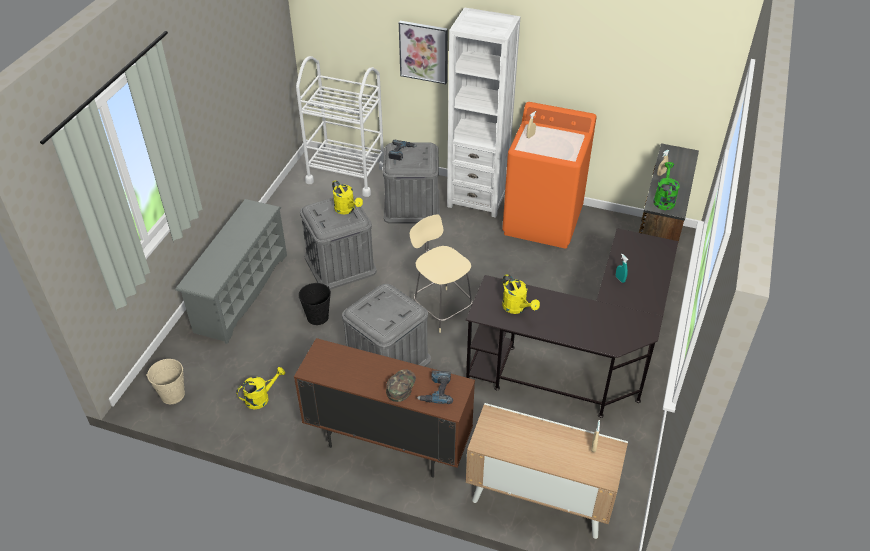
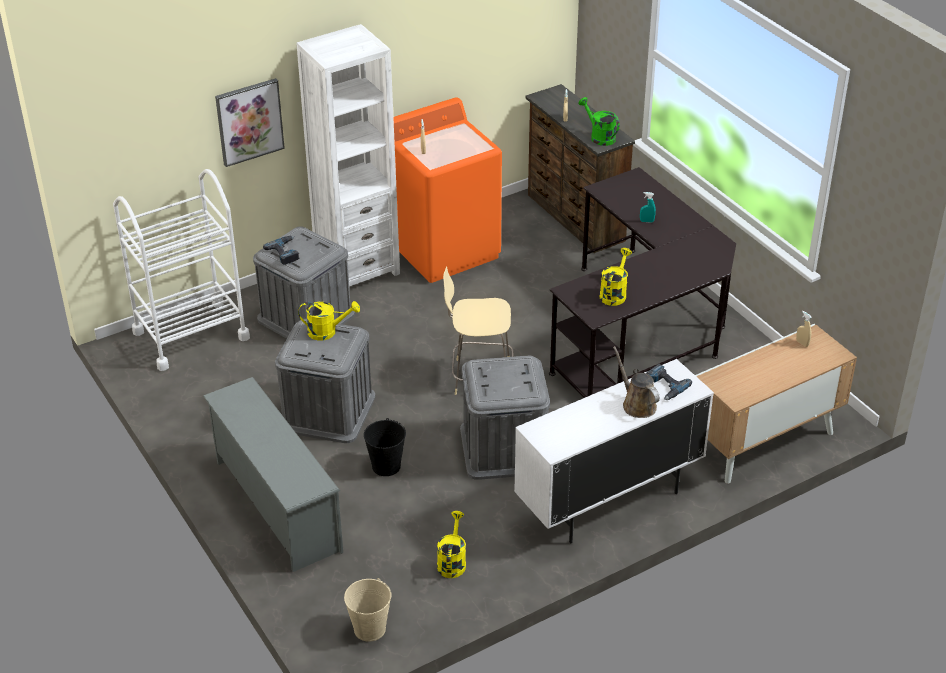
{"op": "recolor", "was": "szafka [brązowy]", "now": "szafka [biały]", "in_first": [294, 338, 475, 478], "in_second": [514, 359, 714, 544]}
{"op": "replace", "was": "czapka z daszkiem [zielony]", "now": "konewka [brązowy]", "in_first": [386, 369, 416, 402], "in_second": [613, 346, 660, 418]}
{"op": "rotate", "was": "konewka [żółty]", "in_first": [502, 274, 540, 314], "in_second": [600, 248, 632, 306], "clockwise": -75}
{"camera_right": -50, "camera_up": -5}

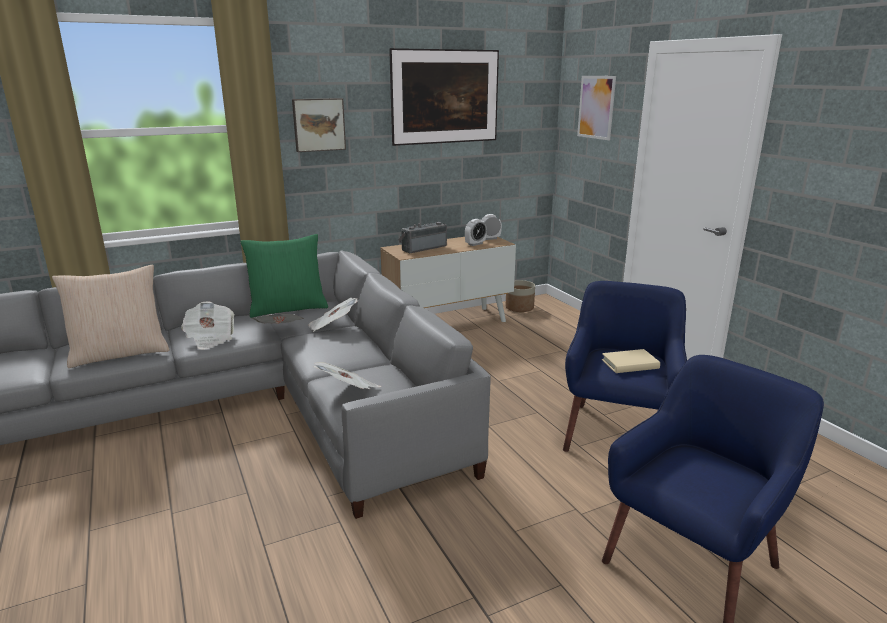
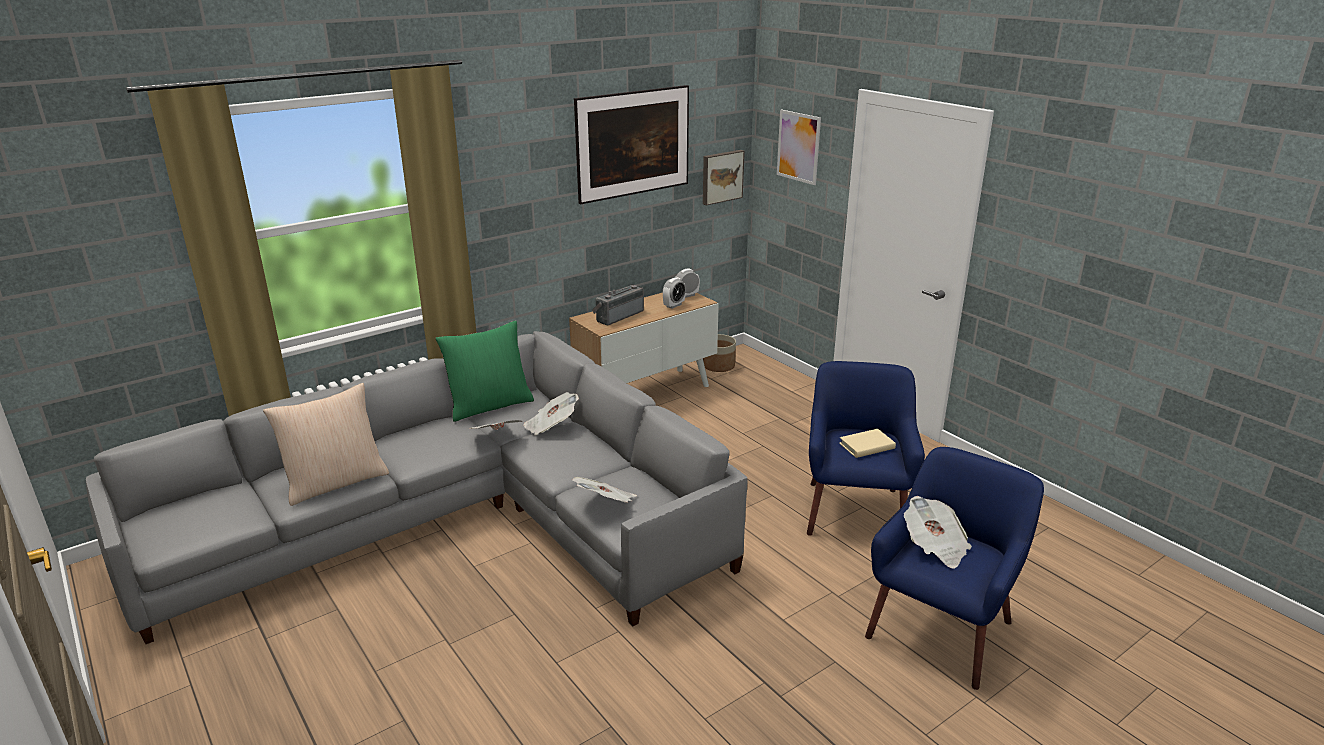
{"op": "move", "was": "gazeta", "in_first": [181, 301, 234, 350], "in_second": [904, 496, 972, 569]}
{"op": "move", "was": "obraz", "in_first": [292, 98, 346, 152], "in_second": [703, 150, 745, 205]}
{"camera_right": -10, "camera_up": 5}

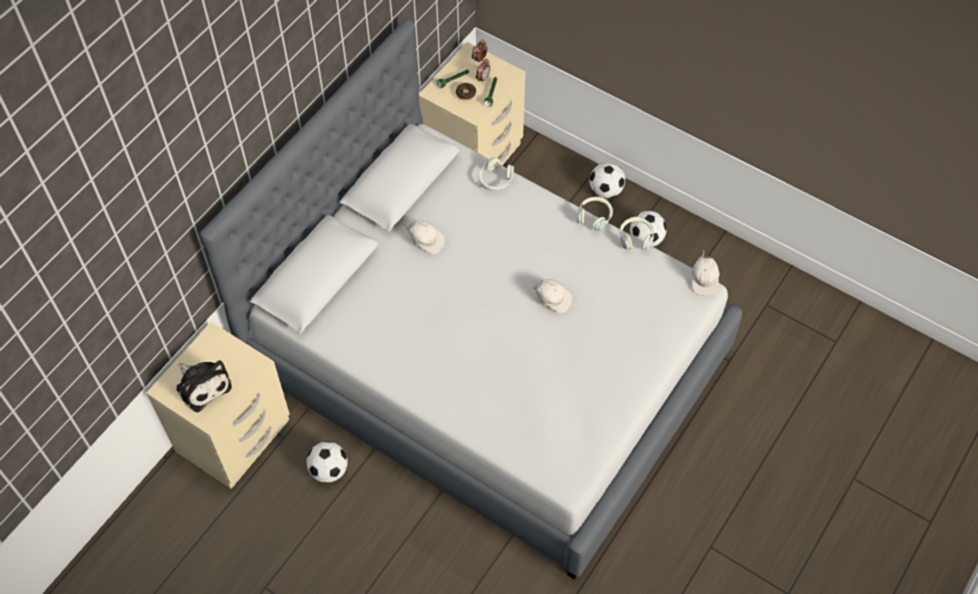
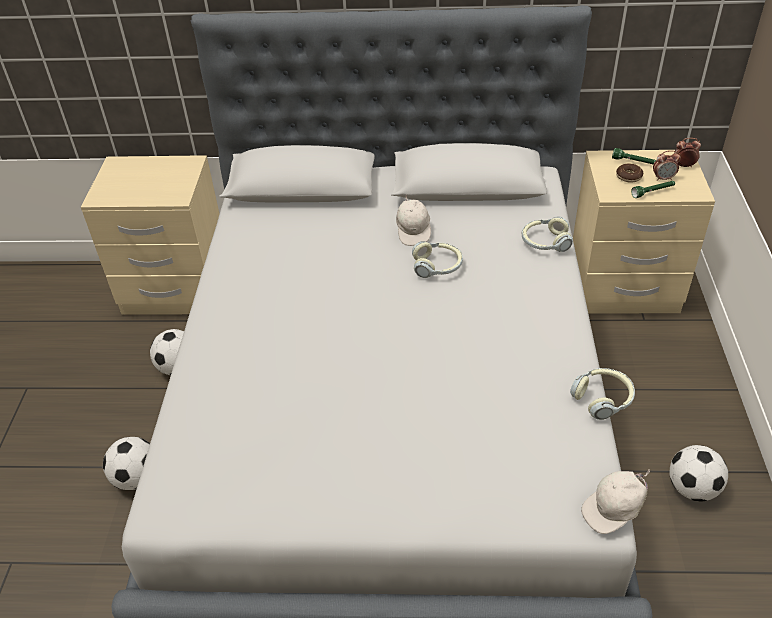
{"op": "delete", "was": "pluszak", "in_first": [176, 360, 232, 412]}
{"op": "delete", "was": "czapka z daszkiem [biały]", "in_first": [529, 279, 572, 313]}
{"op": "move", "was": "słuchawki", "in_first": [577, 197, 613, 231], "in_second": [412, 241, 463, 278]}
{"op": "move", "was": "piłka futbolowa", "in_first": [590, 162, 625, 198], "in_second": [103, 437, 150, 490]}
{"camera_right": 60, "camera_up": -15}

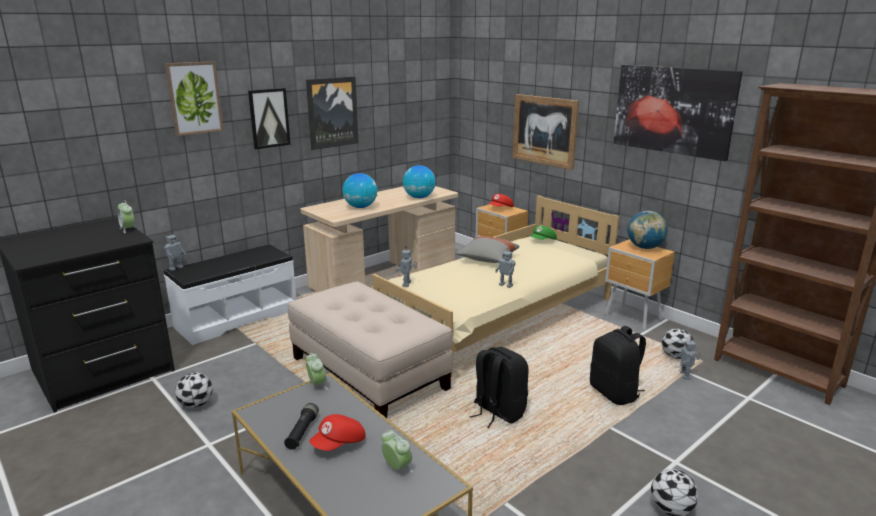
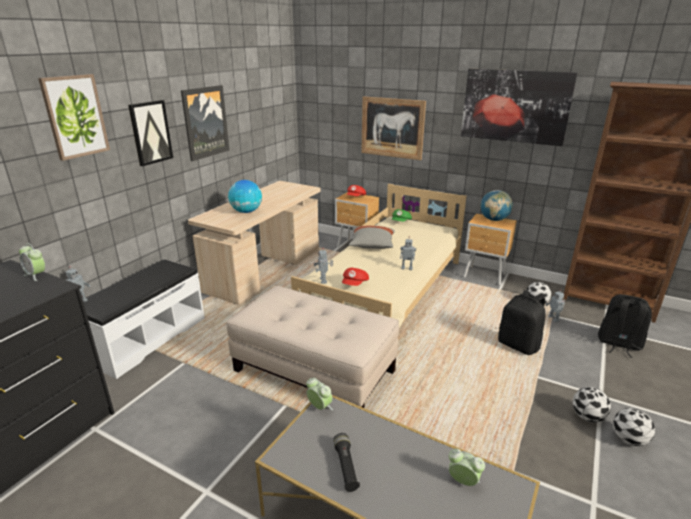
{"op": "move", "was": "piłka futbolowa", "in_first": [175, 372, 213, 408], "in_second": [573, 387, 611, 422]}
{"op": "move", "was": "czapka z daszkiem [czerwony]", "in_first": [310, 414, 366, 451], "in_second": [342, 268, 369, 286]}
{"op": "delete", "was": "globus", "in_first": [403, 165, 435, 198]}
{"op": "move", "was": "plecak [czarny]", "in_first": [469, 347, 528, 428], "in_second": [598, 294, 652, 358]}
{"camera_right": -20, "camera_up": 5}

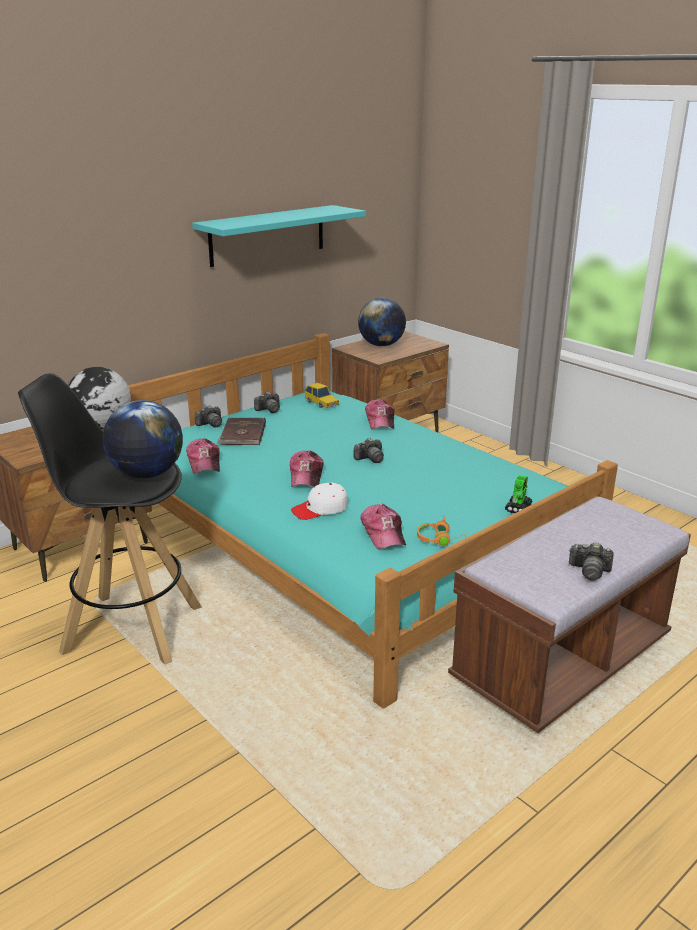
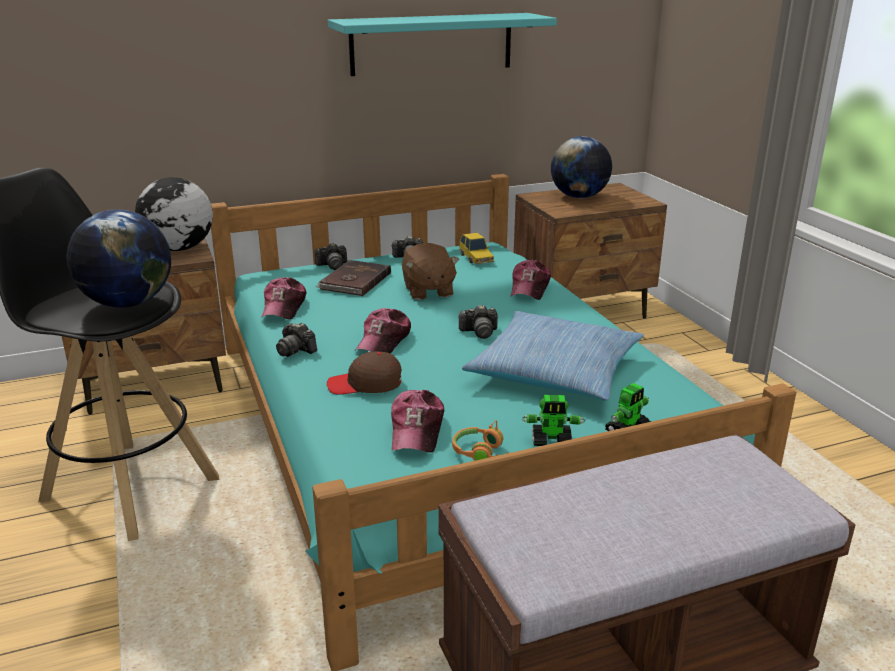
{"op": "recolor", "was": "czapka z daszkiem [biały]", "now": "czapka z daszkiem [brązowy]", "in_first": [291, 483, 347, 520], "in_second": [327, 352, 402, 394]}
{"op": "move", "was": "aparat fotograficzny", "in_first": [569, 542, 614, 581], "in_second": [276, 323, 317, 357]}
{"op": "insert", "now": "pluszak [brązowy]", "in_second": [402, 243, 459, 300]}
{"op": "insert", "now": "poduszka", "in_second": [462, 311, 644, 401]}
{"op": "insert", "now": "robot zabawkowy", "in_second": [522, 395, 585, 446]}
{"camera_right": 20, "camera_up": 0}

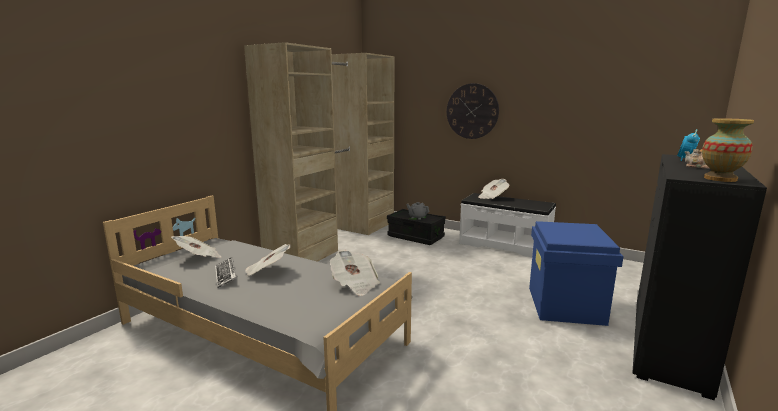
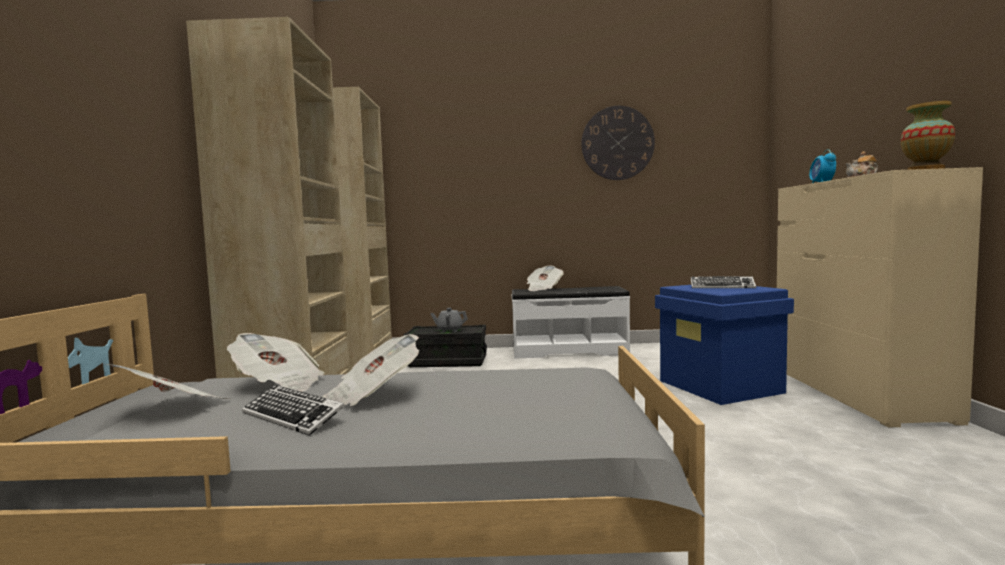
{"op": "move", "was": "gazeta", "in_first": [330, 250, 380, 296], "in_second": [227, 333, 324, 392]}
{"op": "move", "was": "zegar ścienny", "in_first": [447, 83, 499, 139], "in_second": [581, 106, 655, 180]}
{"op": "recolor", "was": "komoda [czarny]", "now": "komoda [beżowy]", "in_first": [632, 154, 767, 400], "in_second": [777, 167, 983, 427]}
{"op": "insert", "now": "klawiatura", "in_second": [690, 276, 756, 288]}
{"camera_right": -30, "camera_up": -10}

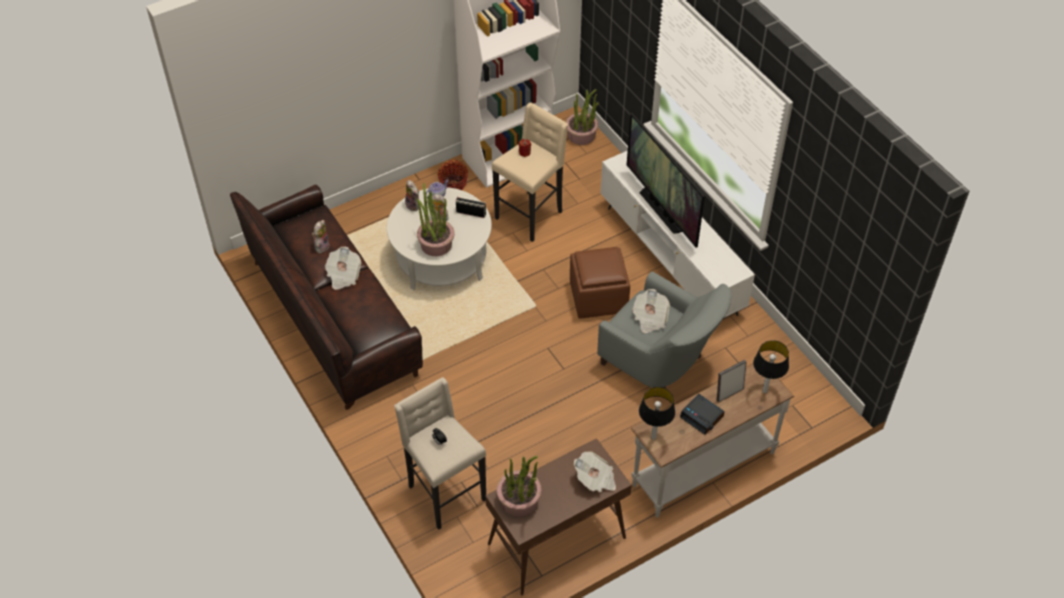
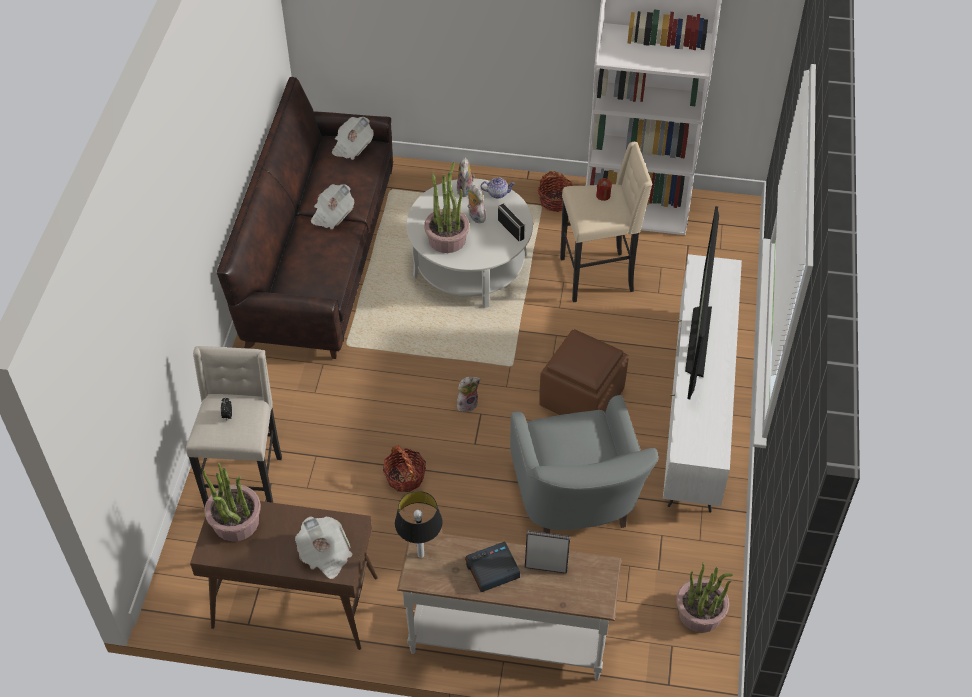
{"op": "move", "was": "pluszak", "in_first": [312, 220, 330, 253], "in_second": [457, 377, 480, 414]}
{"op": "move", "was": "roślina doniczkowa", "in_first": [566, 89, 599, 145], "in_second": [676, 562, 733, 633]}
{"op": "move", "was": "gazeta", "in_first": [632, 289, 670, 333], "in_second": [332, 117, 374, 160]}
{"op": "rotate", "was": "budzik", "in_first": [680, 394, 725, 435], "in_second": [465, 541, 520, 592], "clockwise": 75}
{"op": "delete", "was": "lampa stołowa", "in_first": [753, 340, 789, 394]}
{"op": "insert", "now": "koszyk", "in_second": [383, 445, 426, 492]}
{"camera_right": 40, "camera_up": 0}

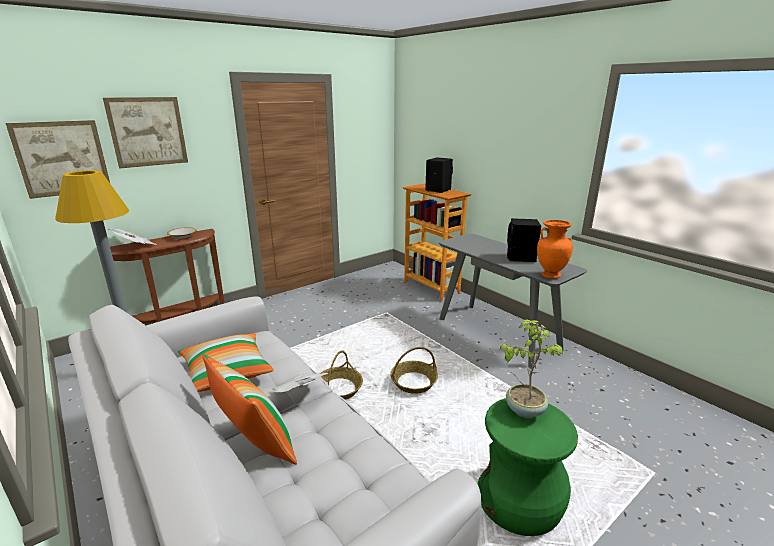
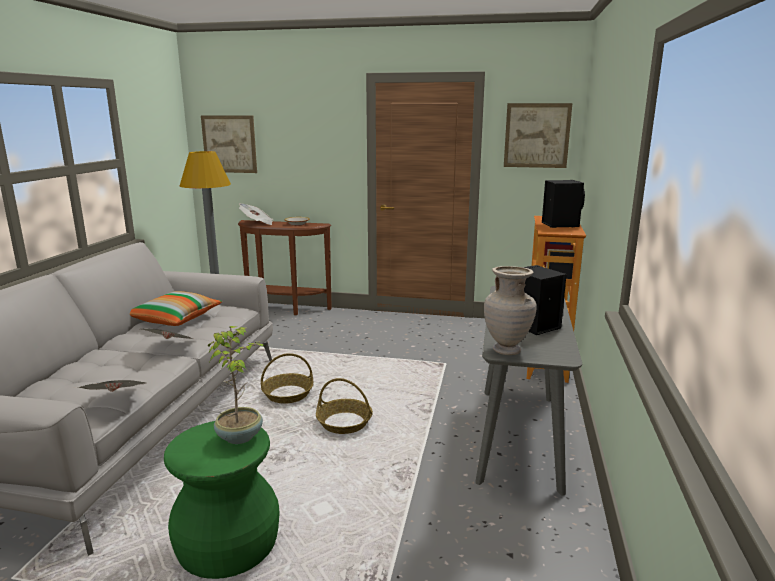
{"op": "move", "was": "obraz", "in_first": [103, 97, 188, 168], "in_second": [504, 103, 572, 168]}
{"op": "delete", "was": "poduszka", "in_first": [202, 354, 297, 465]}
{"op": "recolor", "was": "wazon [pomarańczowy]", "now": "wazon [beżowy]", "in_first": [537, 220, 573, 279], "in_second": [484, 266, 537, 355]}
{"op": "insert", "now": "gazeta", "in_second": [74, 380, 145, 392]}
{"camera_right": 50, "camera_up": -5}

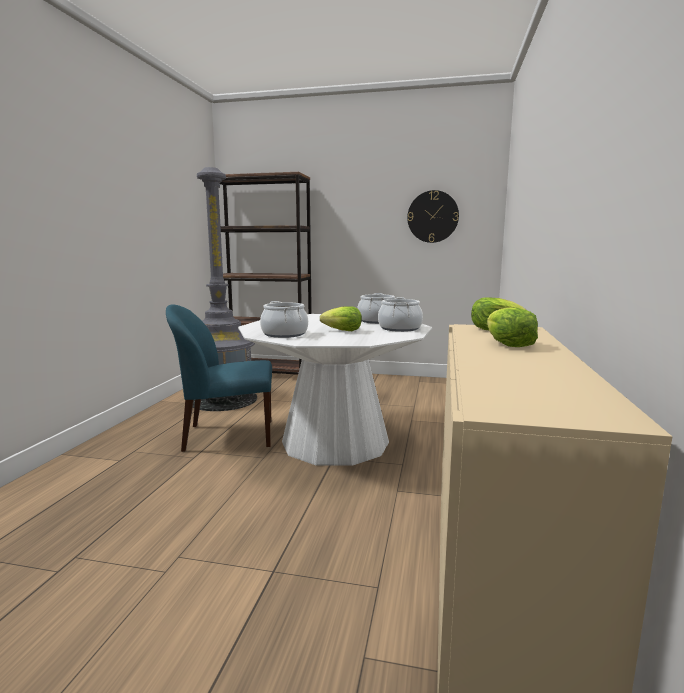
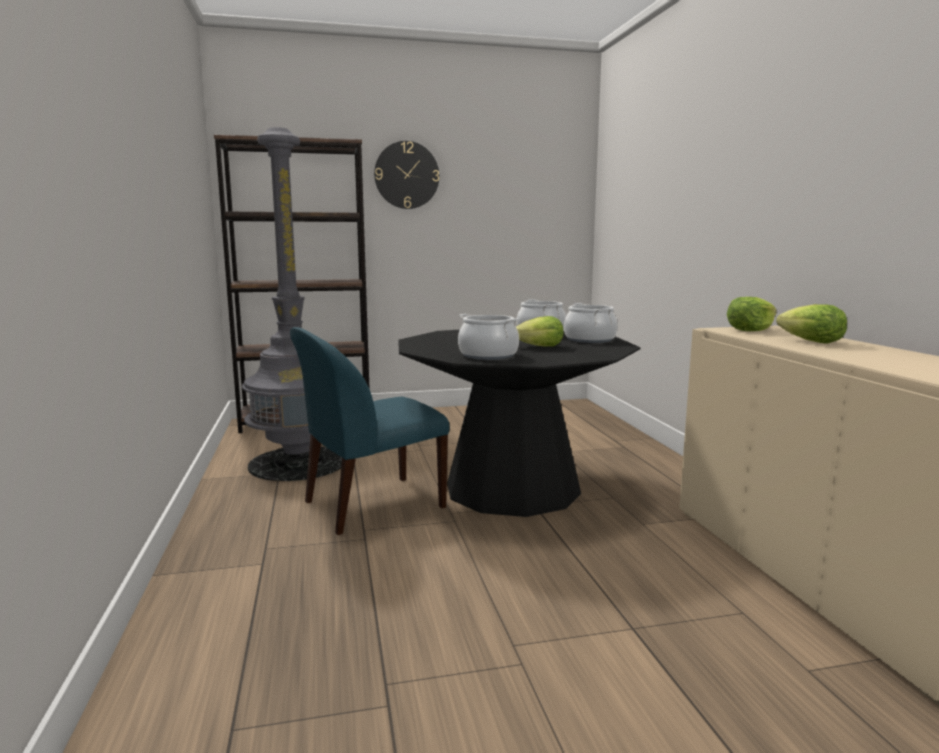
{"op": "recolor", "was": "stół jadalny [biały]", "now": "stół jadalny [czarny]", "in_first": [238, 314, 432, 466], "in_second": [398, 330, 641, 517]}
{"op": "move", "was": "zegar ścienny", "in_first": [407, 190, 459, 243], "in_second": [374, 141, 439, 209]}
{"camera_right": -25, "camera_up": 0}

